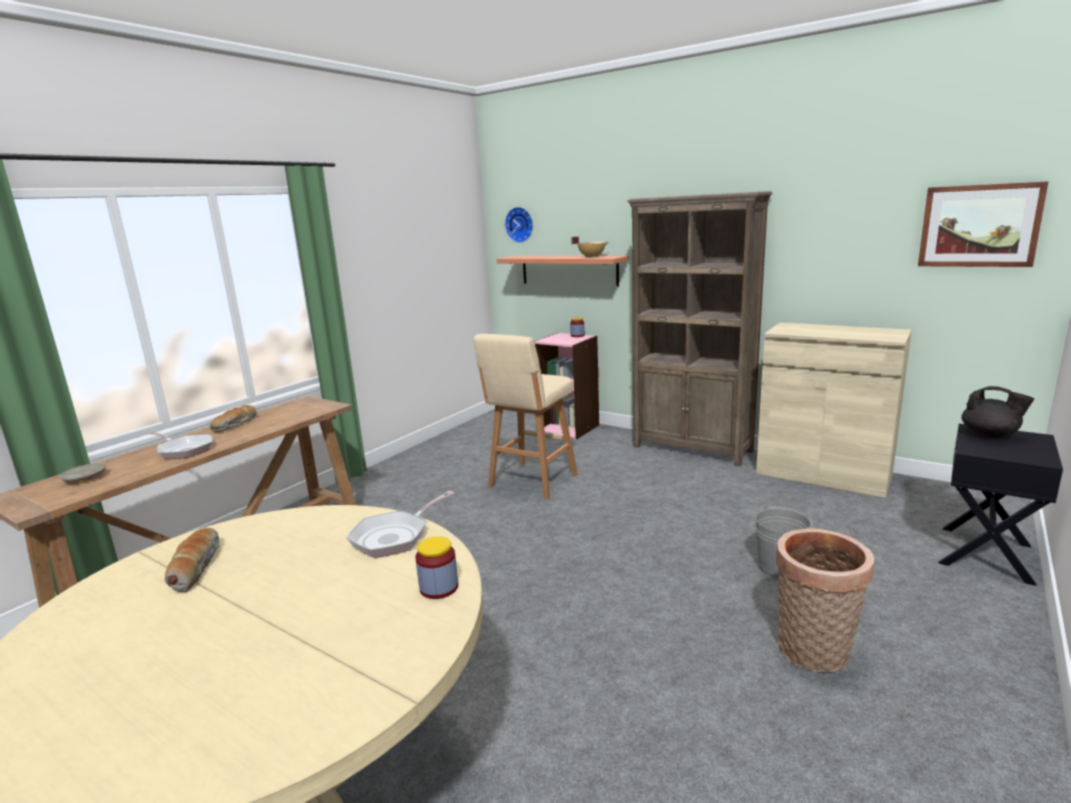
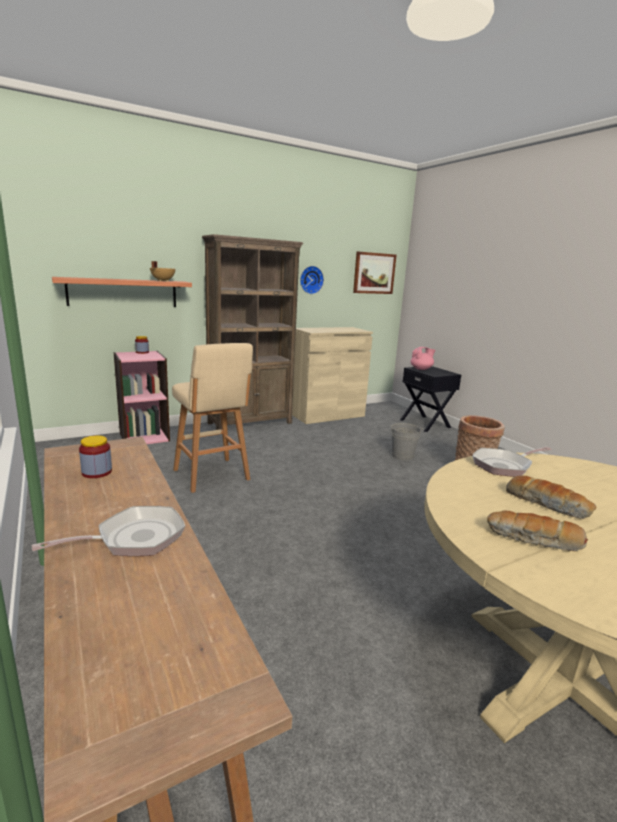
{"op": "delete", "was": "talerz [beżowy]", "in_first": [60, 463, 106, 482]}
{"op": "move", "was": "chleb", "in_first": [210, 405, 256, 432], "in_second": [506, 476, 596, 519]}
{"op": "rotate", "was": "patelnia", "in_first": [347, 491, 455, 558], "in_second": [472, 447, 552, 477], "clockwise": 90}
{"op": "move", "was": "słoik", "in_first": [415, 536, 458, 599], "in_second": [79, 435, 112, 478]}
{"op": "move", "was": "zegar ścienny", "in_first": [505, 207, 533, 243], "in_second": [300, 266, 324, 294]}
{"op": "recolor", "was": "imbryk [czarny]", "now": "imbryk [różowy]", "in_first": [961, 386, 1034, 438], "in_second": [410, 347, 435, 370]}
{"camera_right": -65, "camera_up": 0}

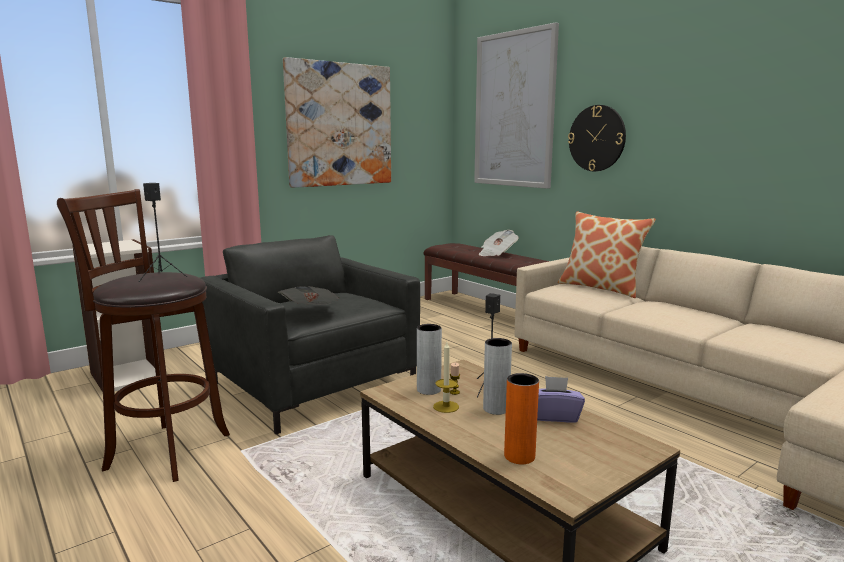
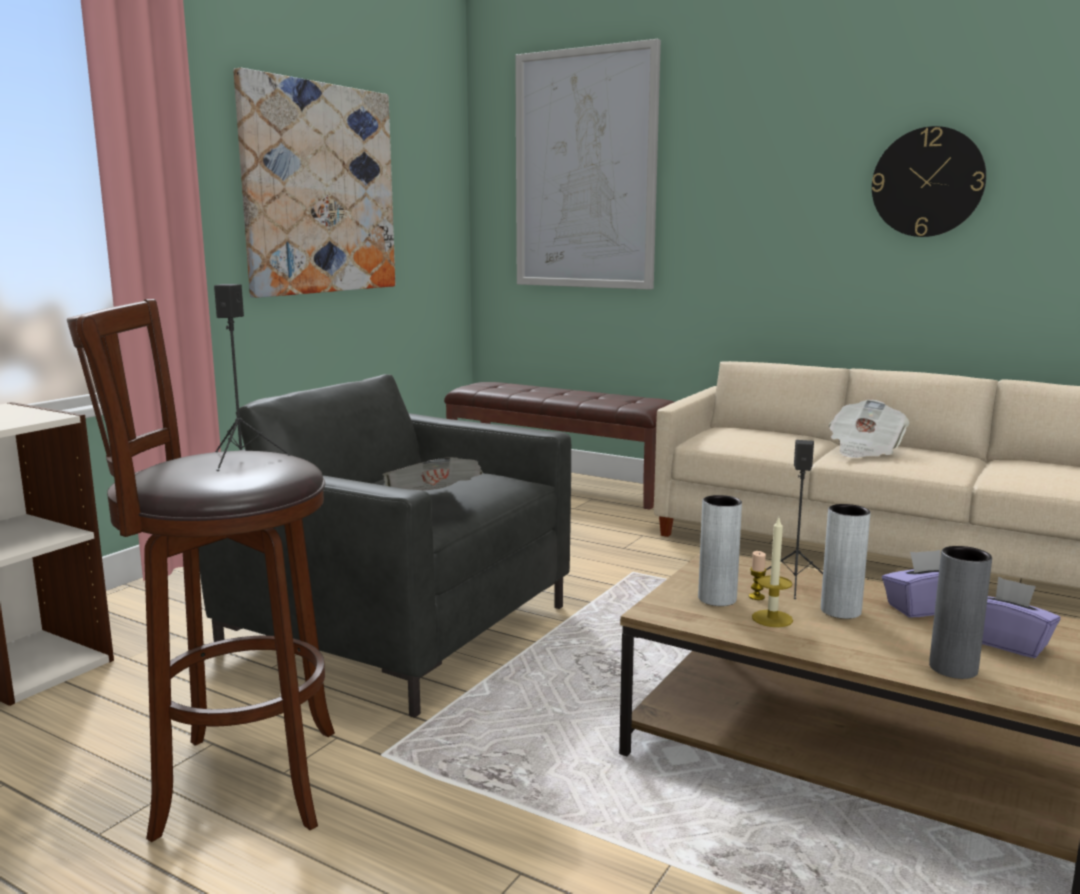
{"op": "move", "was": "gazeta", "in_first": [479, 230, 518, 256], "in_second": [829, 400, 910, 458]}
{"op": "recolor", "was": "wazon [pomarańczowy]", "now": "wazon [szary]", "in_first": [504, 373, 539, 464], "in_second": [929, 546, 992, 679]}
{"op": "delete", "was": "poduszka", "in_first": [558, 211, 656, 298]}
{"op": "move", "was": "zegar ścienny", "in_first": [568, 105, 626, 171], "in_second": [872, 126, 986, 237]}
{"op": "insert", "now": "pudełko chusteczek [fioletowy]", "in_second": [982, 577, 1061, 658]}
{"camera_right": -20, "camera_up": 0}

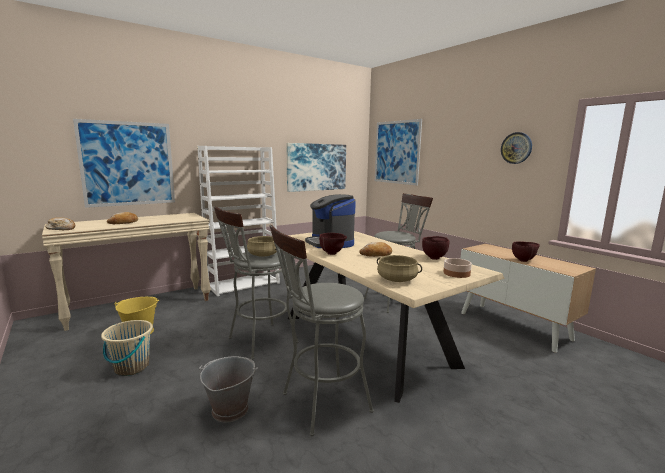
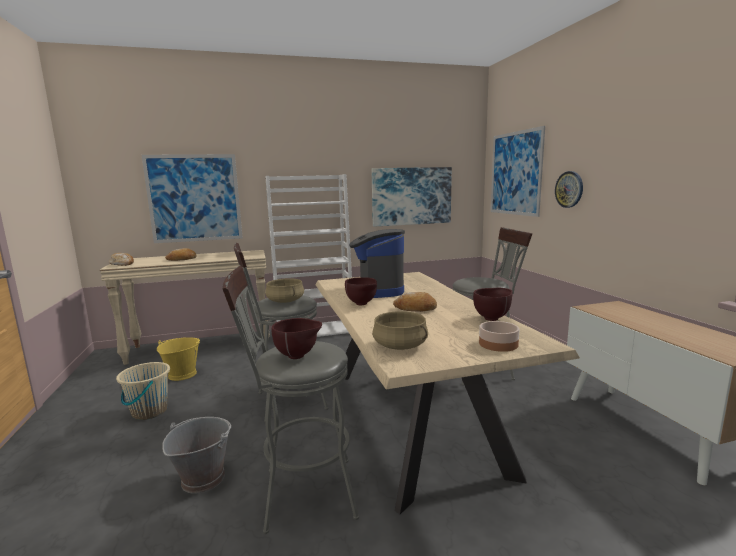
{"op": "move", "was": "zegar ścienny", "in_first": [501, 132, 532, 164], "in_second": [555, 171, 583, 208]}
{"op": "move", "was": "miska [brązowy]", "in_first": [512, 241, 540, 262], "in_second": [272, 318, 322, 359]}
{"camera_right": 20, "camera_up": 0}

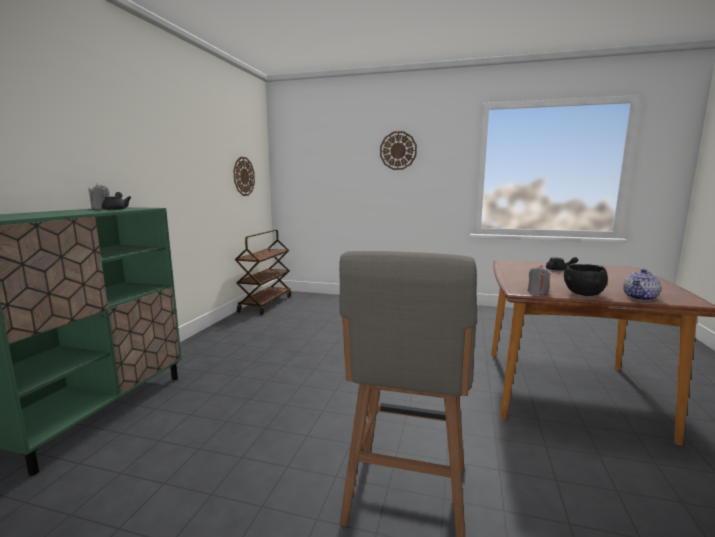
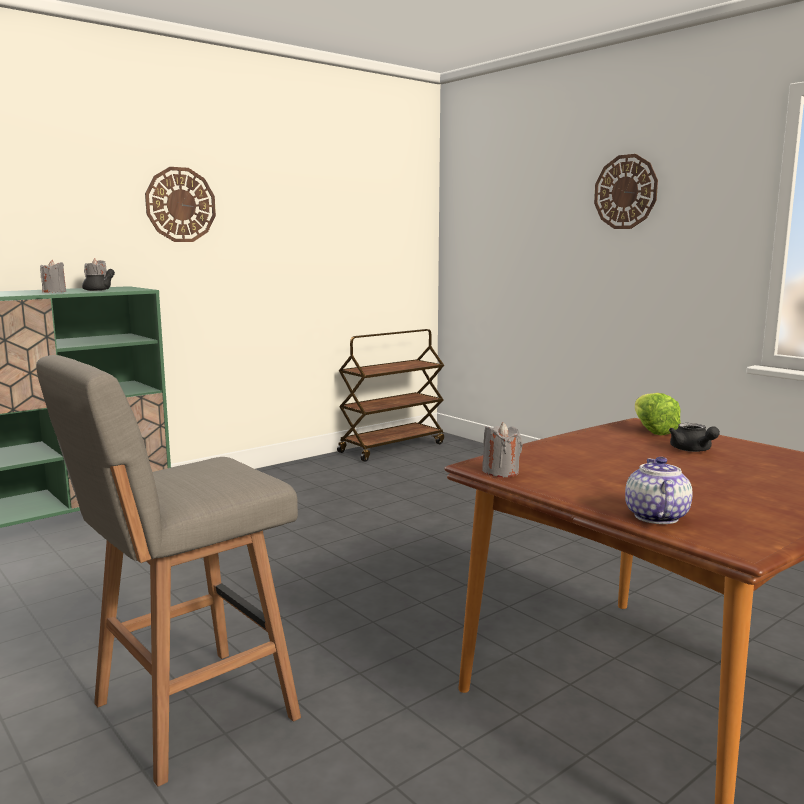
{"op": "move", "was": "zegar ścienny", "in_first": [233, 157, 255, 196], "in_second": [145, 167, 216, 242]}
{"op": "delete", "was": "miska [czarny]", "in_first": [564, 264, 608, 296]}
{"op": "rotate", "was": "imbryk", "in_first": [623, 269, 661, 301], "in_second": [625, 457, 693, 524], "clockwise": 105}
{"op": "insert", "now": "świeca [szary]", "in_second": [40, 260, 66, 293]}
{"op": "insert", "now": "sałata", "in_second": [635, 393, 681, 436]}
{"camera_right": 35, "camera_up": 0}

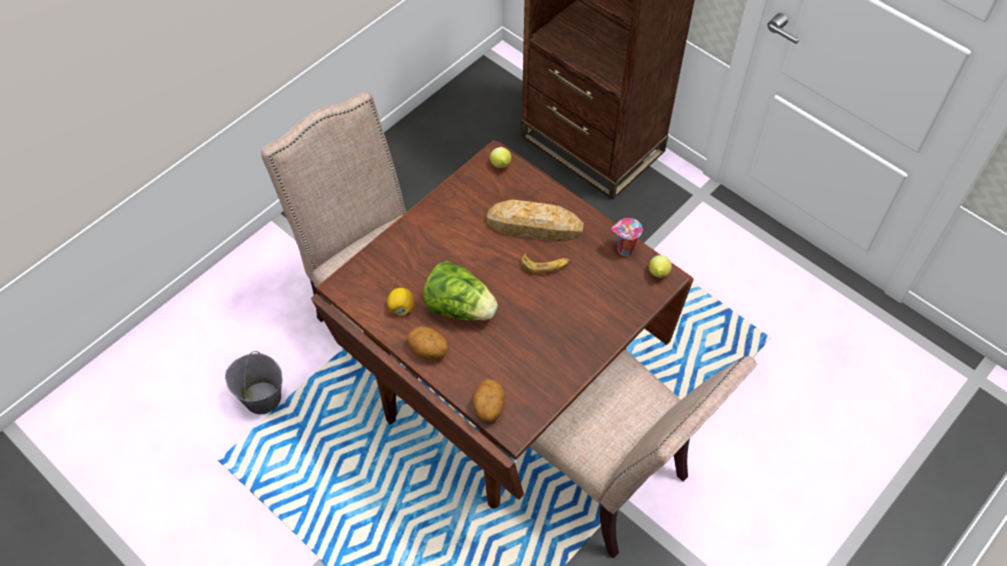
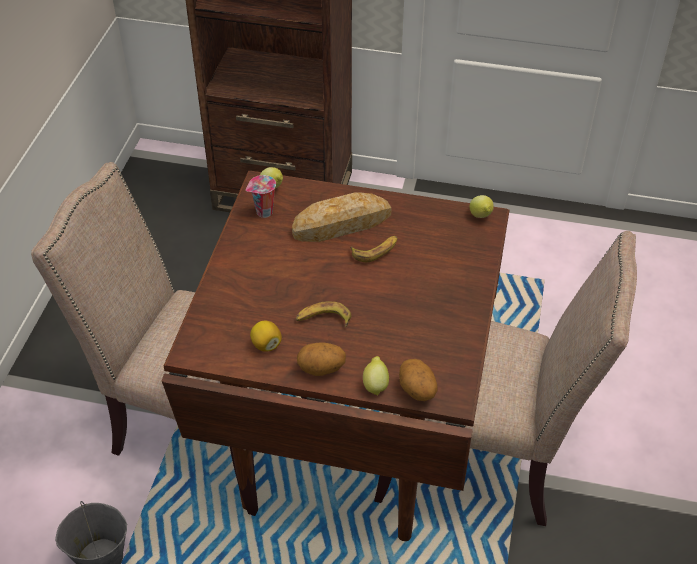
{"op": "replace", "was": "sałata", "now": "banan", "in_first": [423, 261, 498, 321], "in_second": [296, 301, 351, 327]}
{"op": "move", "was": "filiżanka", "in_first": [611, 218, 642, 256], "in_second": [246, 175, 276, 218]}
{"op": "insert", "now": "cytryna", "in_second": [363, 356, 389, 396]}
{"camera_right": -30, "camera_up": -10}

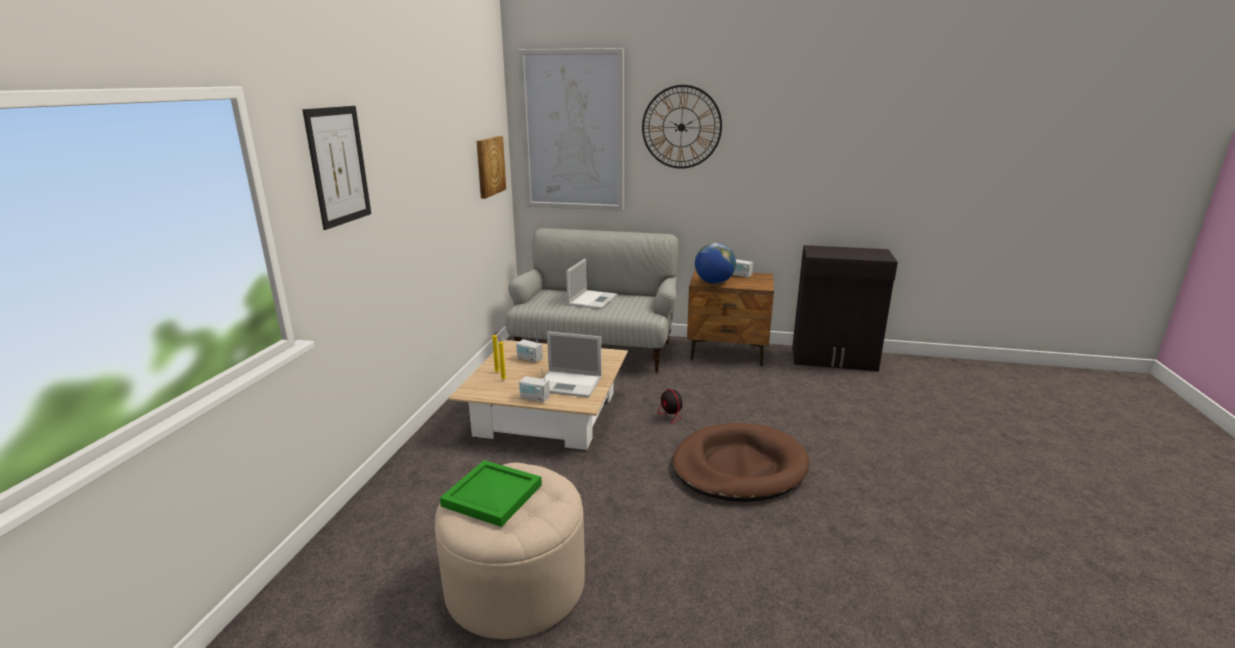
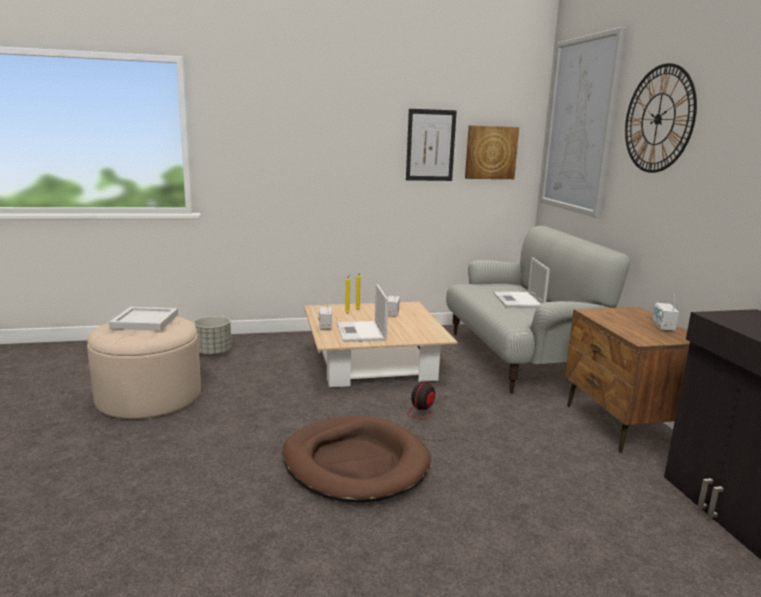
{"op": "move", "was": "obraz", "in_first": [302, 106, 371, 230], "in_second": [406, 109, 457, 181]}
{"op": "recolor", "was": "taca [zielony]", "now": "taca [biały]", "in_first": [440, 460, 542, 527], "in_second": [109, 307, 178, 331]}
{"op": "rotate", "was": "laptop", "in_first": [566, 258, 617, 309], "in_second": [493, 258, 550, 308], "clockwise": 90}
{"op": "delete", "was": "globus", "in_first": [695, 243, 736, 284]}
{"op": "insert", "now": "donica [szary]", "in_second": [194, 316, 231, 356]}
{"camera_right": 65, "camera_up": -5}

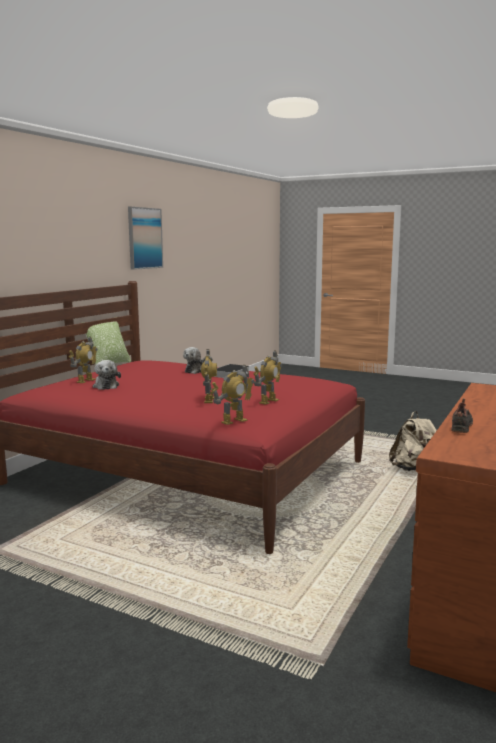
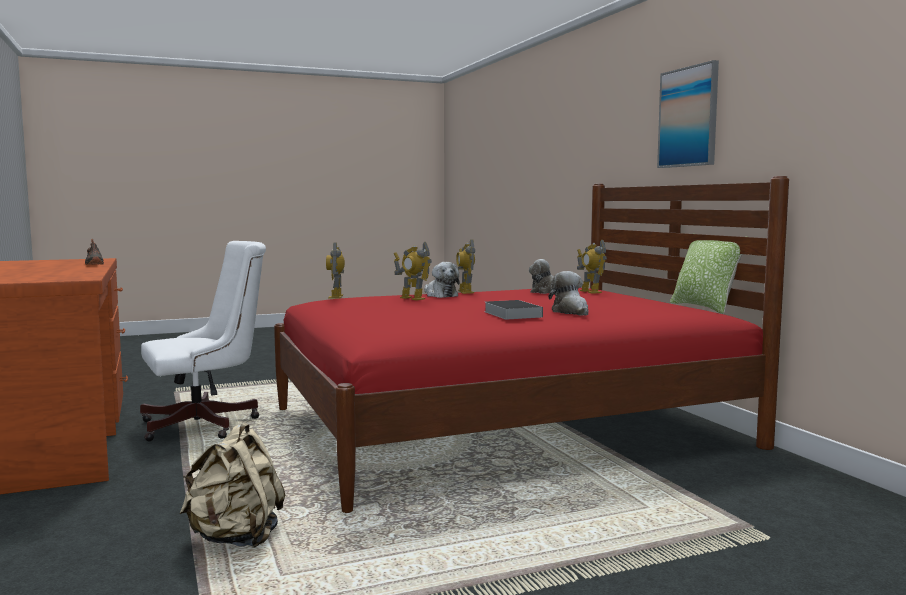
{"op": "move", "was": "obraz", "in_first": [128, 207, 163, 270], "in_second": [657, 60, 719, 168]}
{"op": "move", "was": "robot zabawkowy", "in_first": [254, 351, 282, 405], "in_second": [456, 239, 475, 294]}
{"op": "insert", "now": "krzesło biurowe [biały]", "in_second": [140, 241, 266, 441]}
{"op": "insert", "now": "pluszak", "in_second": [424, 262, 460, 298]}
{"camera_right": 130, "camera_up": -5}

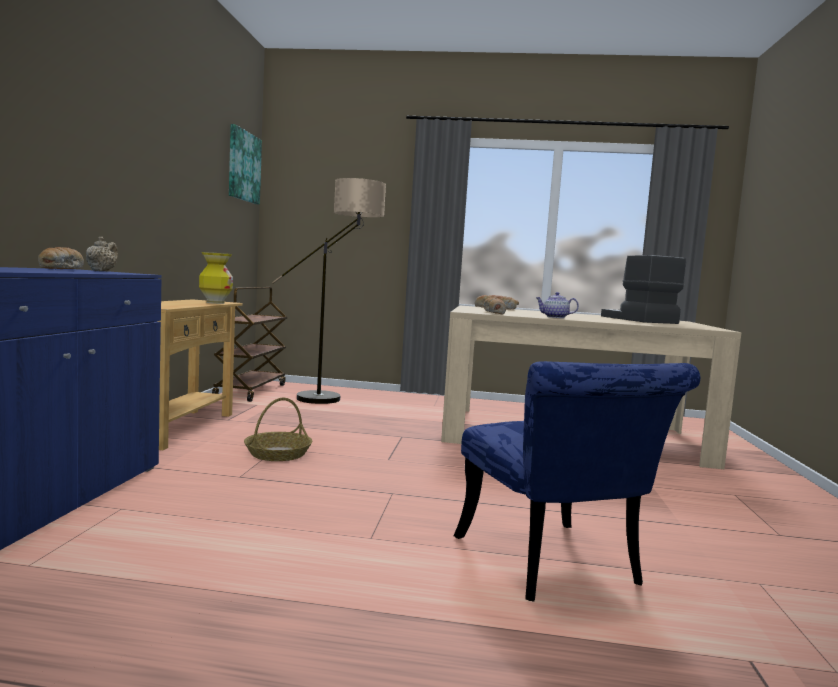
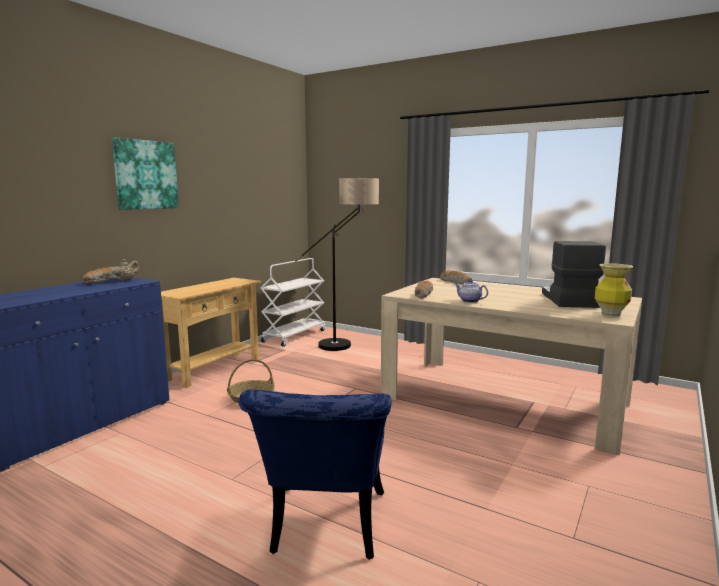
{"op": "move", "was": "wazon", "in_first": [199, 252, 233, 304], "in_second": [595, 263, 633, 317]}
{"op": "recolor", "was": "wózek [brązowy]", "now": "wózek [biały]", "in_first": [212, 287, 287, 402], "in_second": [261, 258, 325, 347]}
{"op": "move", "was": "obraz", "in_first": [229, 124, 262, 205], "in_second": [112, 137, 179, 210]}
{"camera_right": 25, "camera_up": 5}

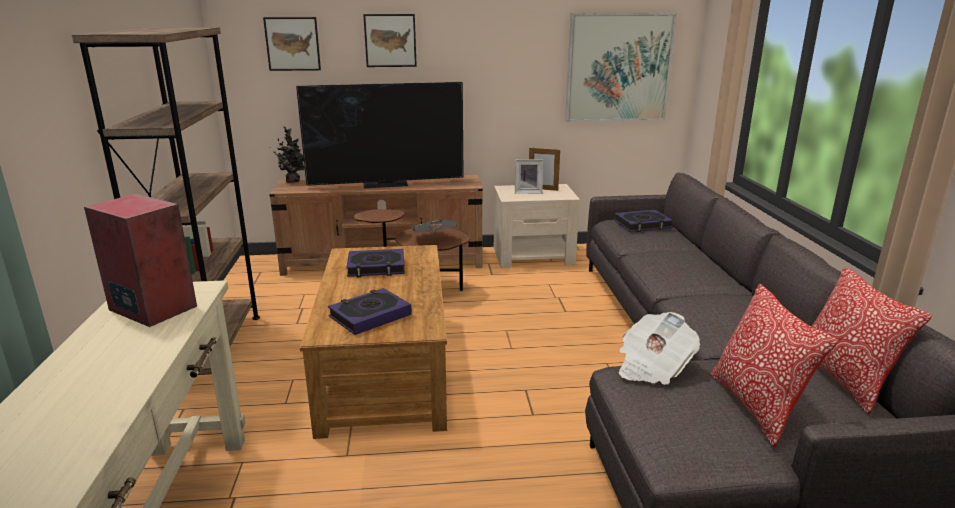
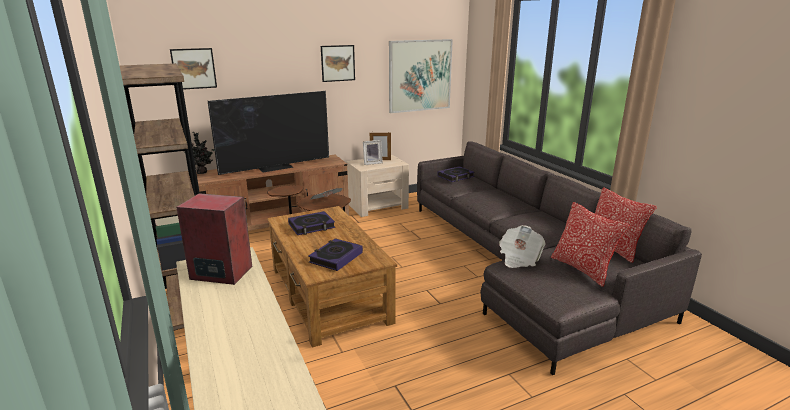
{"op": "move", "was": "obraz", "in_first": [363, 14, 417, 67], "in_second": [321, 45, 355, 82]}
{"camera_right": -20, "camera_up": 0}

